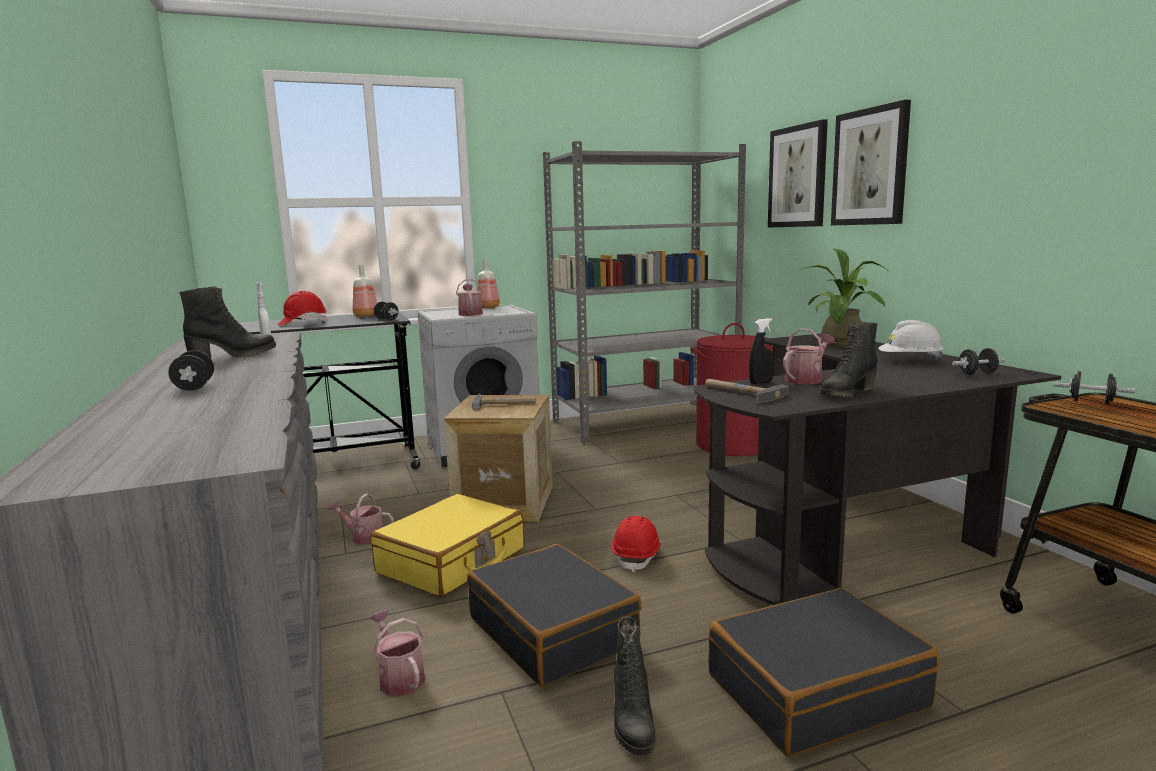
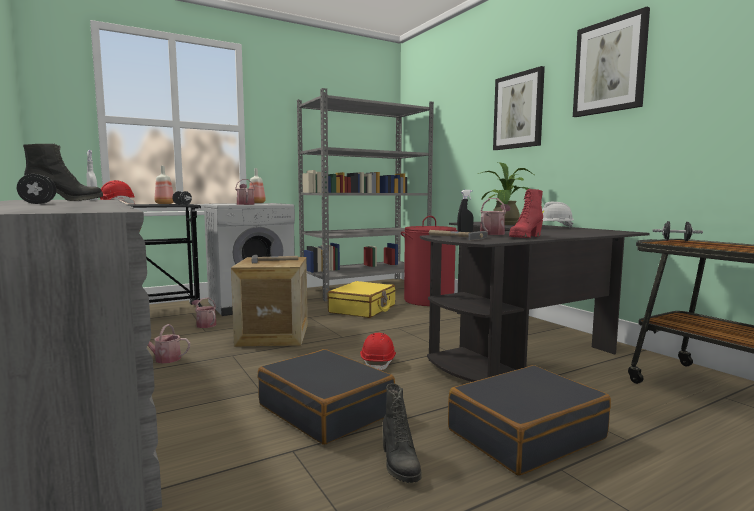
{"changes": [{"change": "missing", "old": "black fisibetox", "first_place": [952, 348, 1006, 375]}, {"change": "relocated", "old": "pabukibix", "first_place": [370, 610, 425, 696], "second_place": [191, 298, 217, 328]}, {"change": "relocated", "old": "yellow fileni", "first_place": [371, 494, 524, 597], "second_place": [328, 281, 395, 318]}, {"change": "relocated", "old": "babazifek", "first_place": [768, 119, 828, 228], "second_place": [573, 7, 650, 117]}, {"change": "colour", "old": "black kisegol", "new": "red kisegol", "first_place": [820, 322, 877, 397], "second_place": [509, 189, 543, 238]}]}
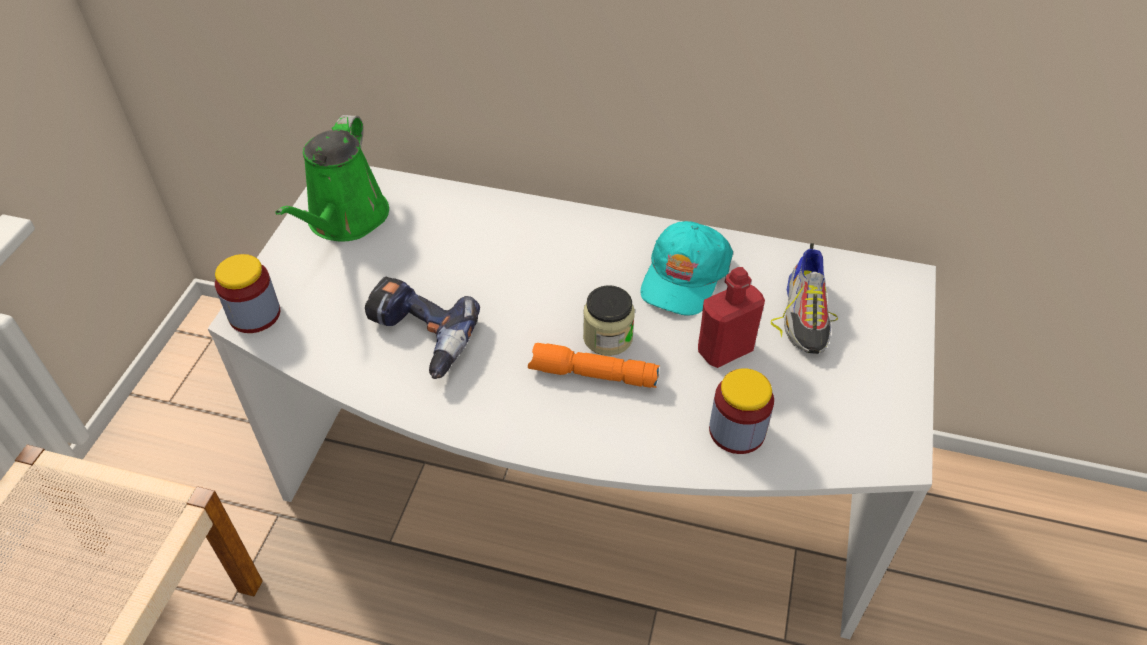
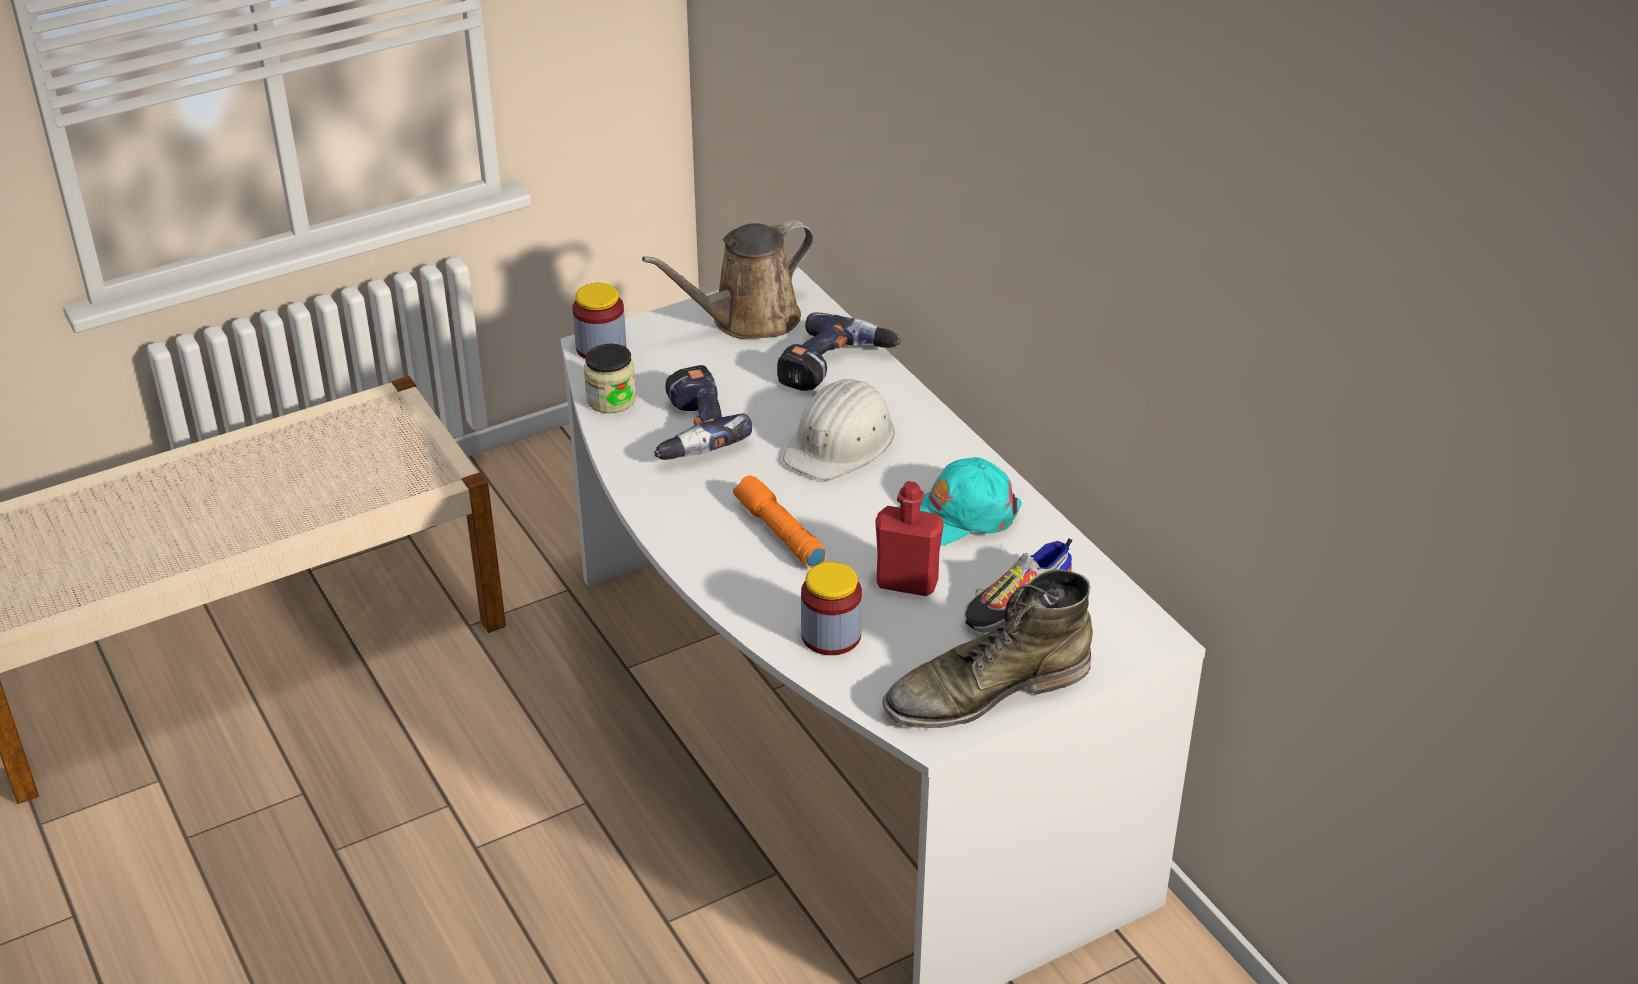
{"changes": [{"change": "appeared", "new": "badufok", "second_place": [777, 313, 900, 391]}, {"change": "appeared", "new": "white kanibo", "second_place": [783, 379, 895, 481]}, {"change": "appeared", "new": "green kisegol", "second_place": [882, 569, 1093, 728]}, {"change": "relocated", "old": "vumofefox", "first_place": [583, 285, 635, 356], "second_place": [584, 344, 636, 413]}, {"change": "colour", "old": "green pabukibix", "new": "brown pabukibix", "first_place": [276, 115, 389, 242], "second_place": [642, 220, 814, 339]}]}
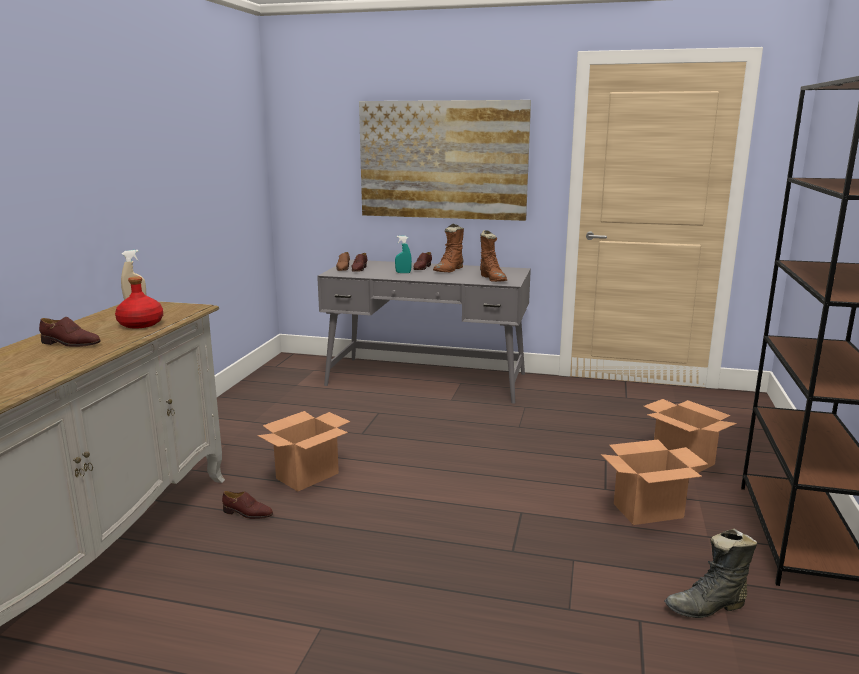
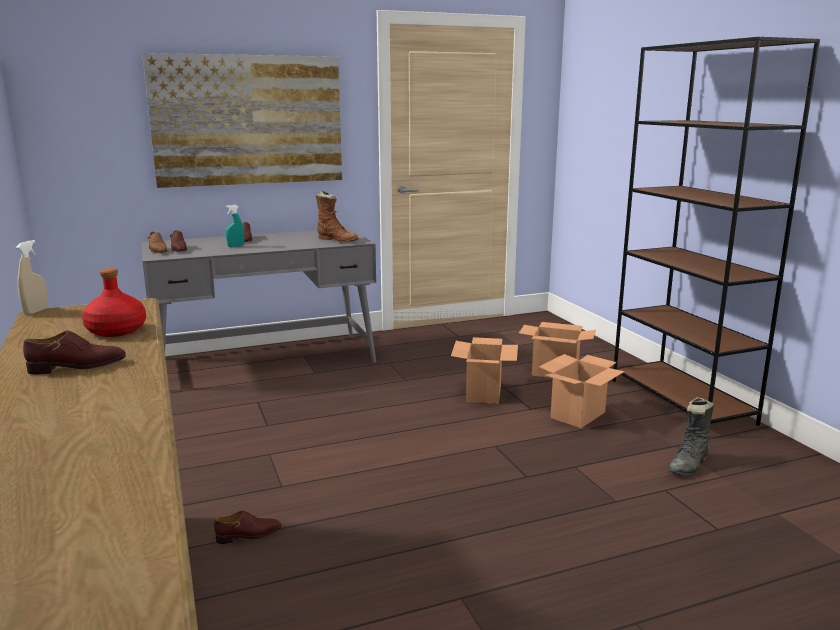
{"changes": [{"change": "missing", "old": "brown kisegol", "first_place": [433, 223, 464, 272]}, {"change": "relocated", "old": "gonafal", "first_place": [257, 411, 350, 491], "second_place": [451, 337, 518, 404]}]}
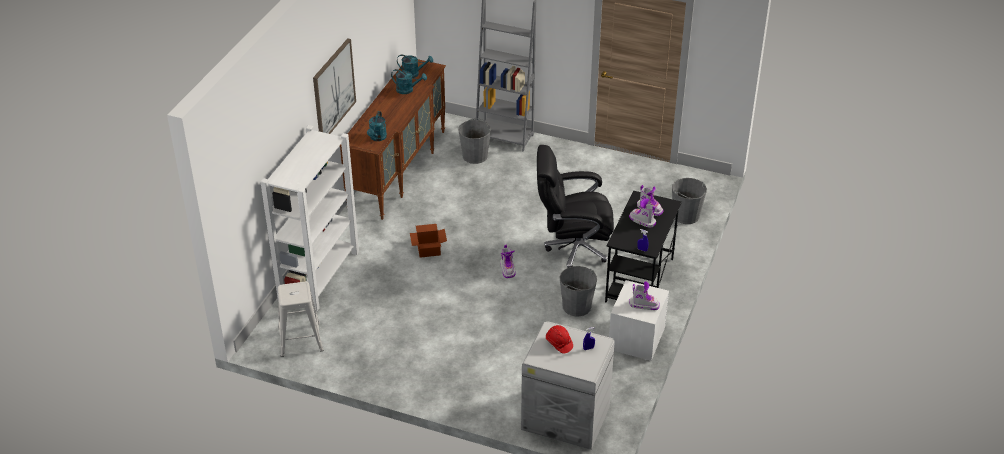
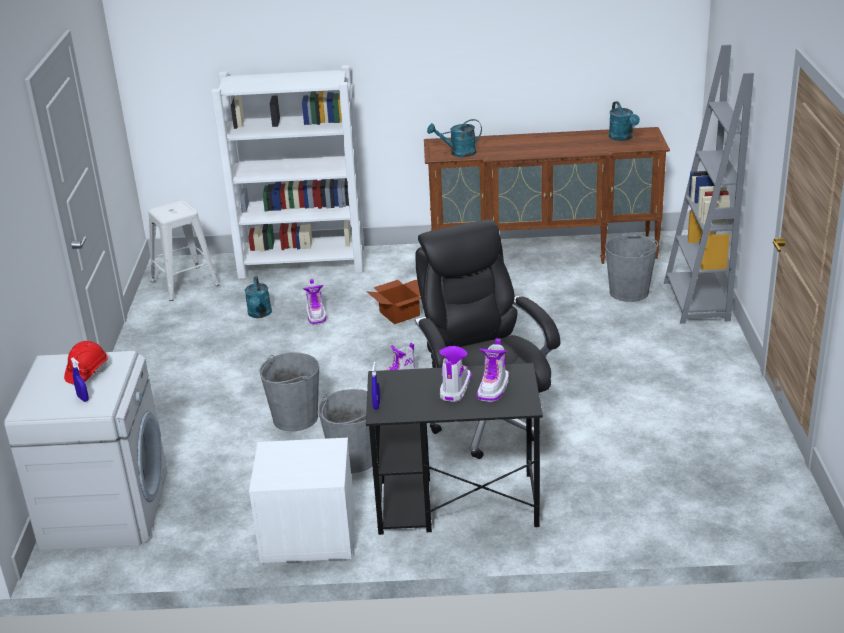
{"changes": [{"change": "missing", "old": "babazifek", "first_place": [313, 38, 356, 134]}, {"change": "relocated", "old": "turquoise pabukibix", "first_place": [391, 69, 427, 94], "second_place": [245, 276, 272, 318]}, {"change": "relocated", "old": "kisegol", "first_place": [629, 281, 660, 310], "second_place": [303, 279, 327, 325]}, {"change": "relocated", "old": "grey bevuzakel", "first_place": [672, 178, 707, 224], "second_place": [260, 352, 319, 432]}]}
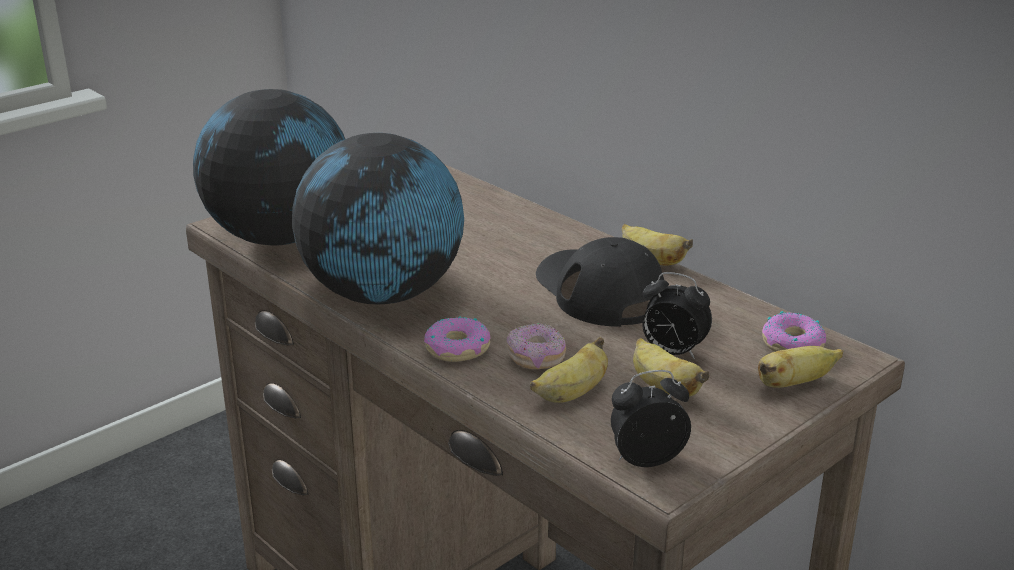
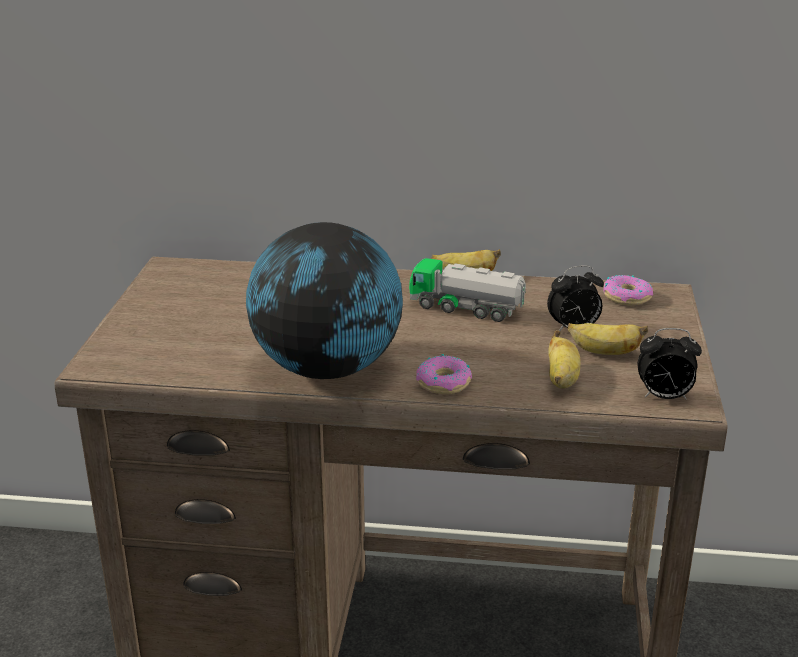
{"changes": [{"change": "missing", "old": "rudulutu", "first_place": [193, 89, 345, 246]}, {"change": "missing", "old": "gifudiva", "first_place": [507, 323, 566, 369]}, {"change": "missing", "old": "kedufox", "first_place": [758, 346, 843, 388]}, {"change": "exchanged", "old": "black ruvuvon", "new": "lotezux", "first_place": [536, 237, 664, 327], "second_place": [409, 258, 526, 322]}, {"change": "spun", "old": "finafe", "first_place": [611, 370, 691, 467], "second_place": [638, 328, 702, 399], "degrees": -120}]}
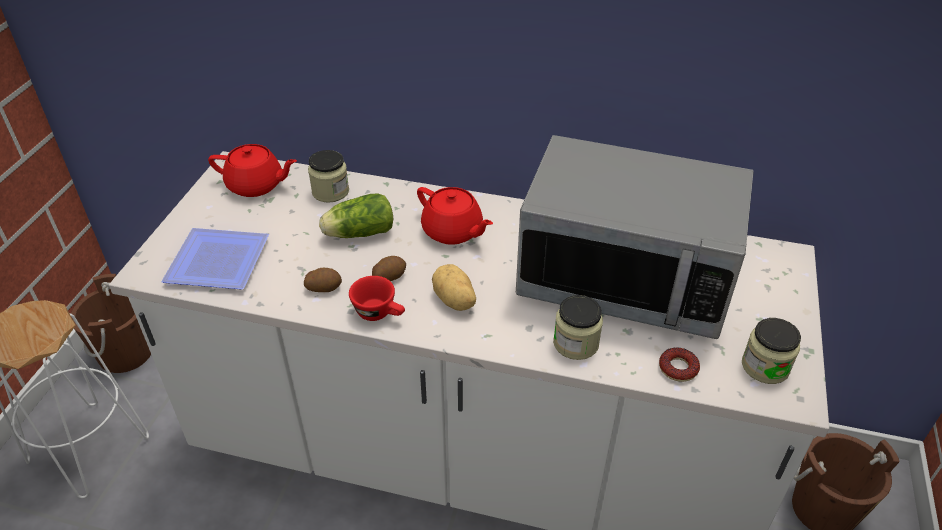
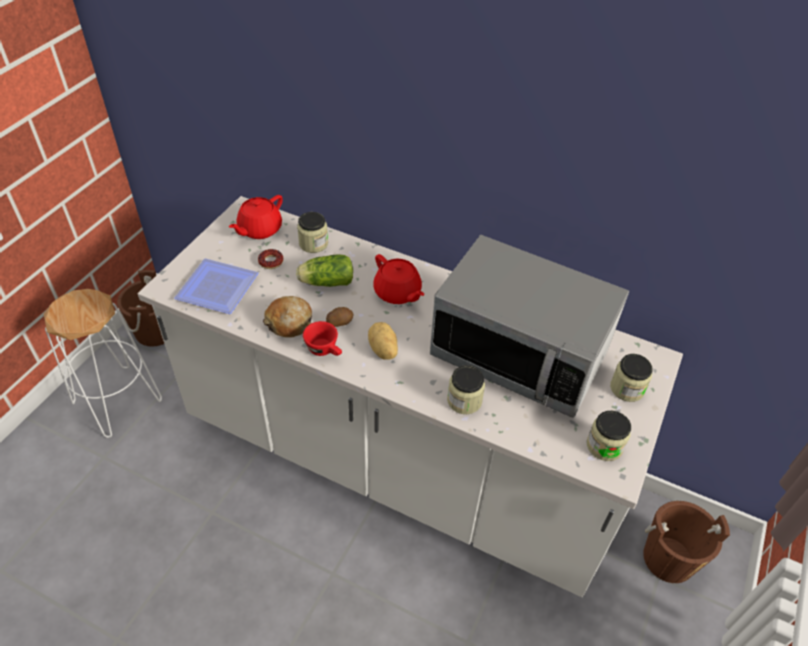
{"changes": [{"change": "appeared", "new": "vumofefox", "second_place": [610, 354, 653, 402]}, {"change": "relocated", "old": "gifudiva", "first_place": [659, 348, 700, 382], "second_place": [258, 249, 283, 269]}, {"change": "exchanged", "old": "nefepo", "new": "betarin", "first_place": [304, 268, 342, 292], "second_place": [263, 296, 312, 338]}, {"change": "spun", "old": "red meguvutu", "first_place": [208, 144, 297, 197], "second_place": [229, 195, 283, 239], "degrees": 105}]}
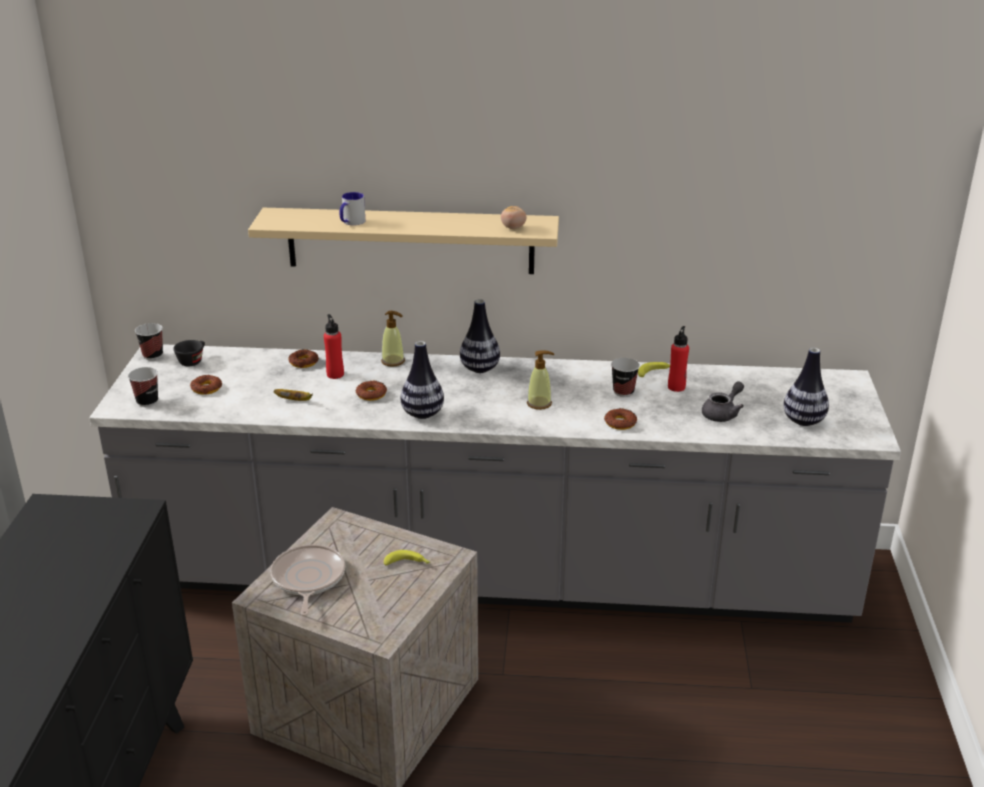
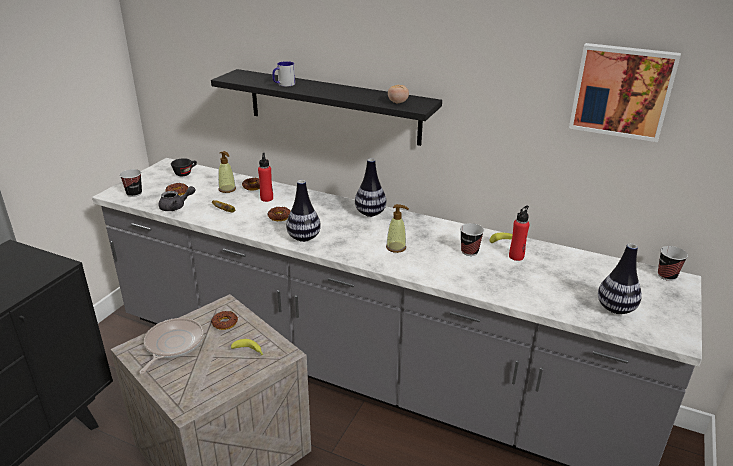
{"changes": [{"change": "appeared", "new": "babazifek", "second_place": [569, 43, 681, 142]}, {"change": "relocated", "old": "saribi", "first_place": [135, 323, 163, 360], "second_place": [658, 246, 688, 281]}, {"change": "relocated", "old": "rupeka", "first_place": [381, 311, 405, 366], "second_place": [218, 151, 236, 193]}, {"change": "relocated", "old": "gifudiva", "first_place": [604, 408, 637, 430], "second_place": [211, 311, 238, 330]}, {"change": "relocated", "old": "grey meguvutu", "first_place": [702, 381, 744, 422], "second_place": [159, 186, 195, 211]}, {"change": "colour", "old": "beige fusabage", "new": "black fusabage", "first_place": [248, 208, 559, 274], "second_place": [211, 69, 442, 146]}]}
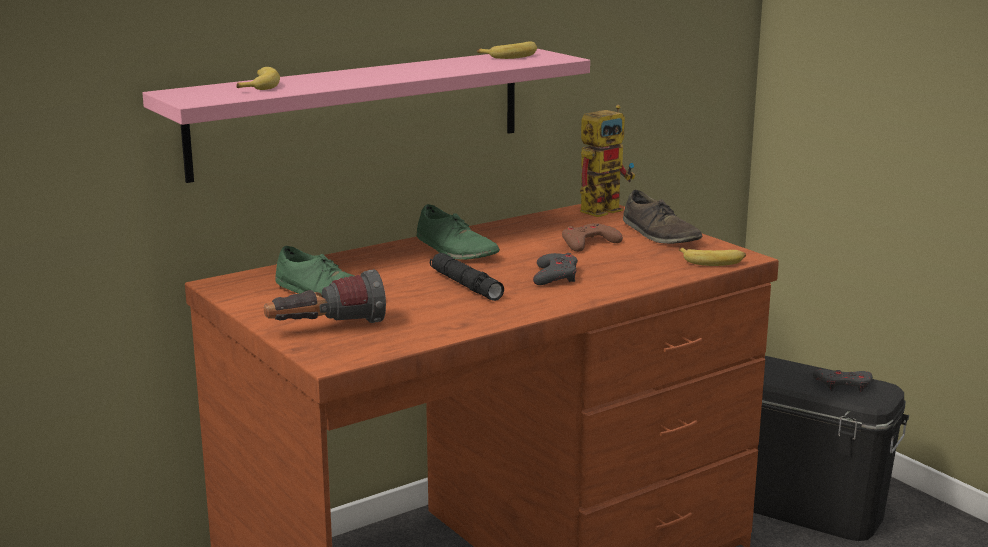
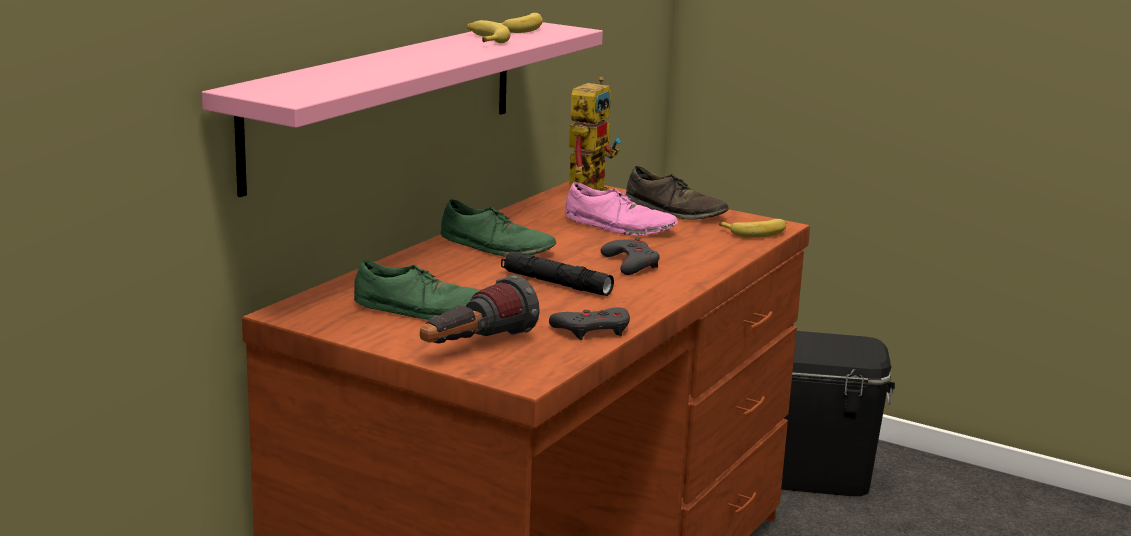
{"changes": [{"change": "relocated", "old": "kedufox", "first_place": [236, 67, 280, 90], "second_place": [467, 20, 511, 43]}, {"change": "relocated", "old": "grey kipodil", "first_place": [813, 369, 873, 392], "second_place": [549, 308, 630, 340]}, {"change": "exchanged", "old": "brown kipodil", "new": "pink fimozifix", "first_place": [562, 223, 623, 252], "second_place": [565, 182, 678, 236]}]}
